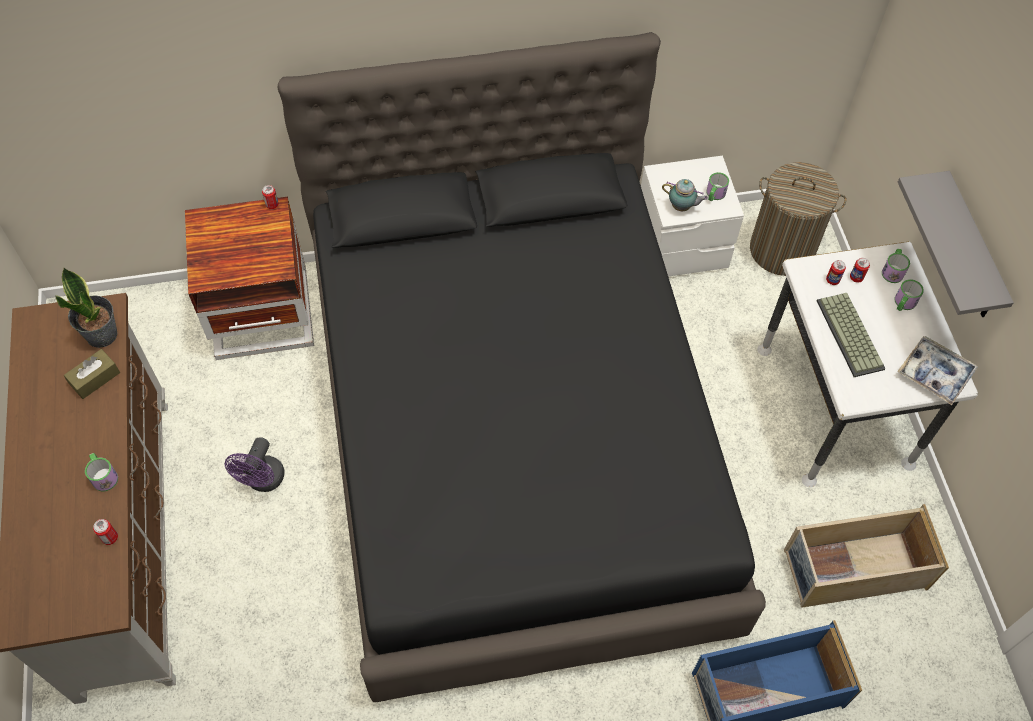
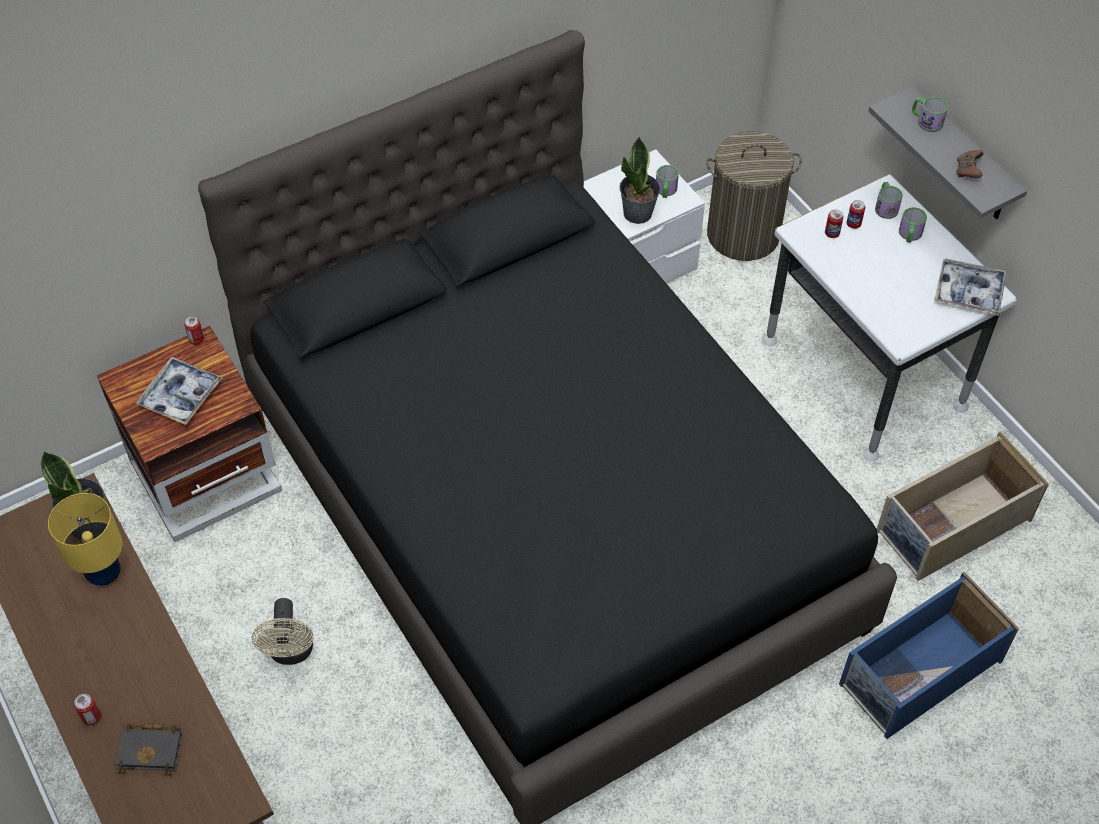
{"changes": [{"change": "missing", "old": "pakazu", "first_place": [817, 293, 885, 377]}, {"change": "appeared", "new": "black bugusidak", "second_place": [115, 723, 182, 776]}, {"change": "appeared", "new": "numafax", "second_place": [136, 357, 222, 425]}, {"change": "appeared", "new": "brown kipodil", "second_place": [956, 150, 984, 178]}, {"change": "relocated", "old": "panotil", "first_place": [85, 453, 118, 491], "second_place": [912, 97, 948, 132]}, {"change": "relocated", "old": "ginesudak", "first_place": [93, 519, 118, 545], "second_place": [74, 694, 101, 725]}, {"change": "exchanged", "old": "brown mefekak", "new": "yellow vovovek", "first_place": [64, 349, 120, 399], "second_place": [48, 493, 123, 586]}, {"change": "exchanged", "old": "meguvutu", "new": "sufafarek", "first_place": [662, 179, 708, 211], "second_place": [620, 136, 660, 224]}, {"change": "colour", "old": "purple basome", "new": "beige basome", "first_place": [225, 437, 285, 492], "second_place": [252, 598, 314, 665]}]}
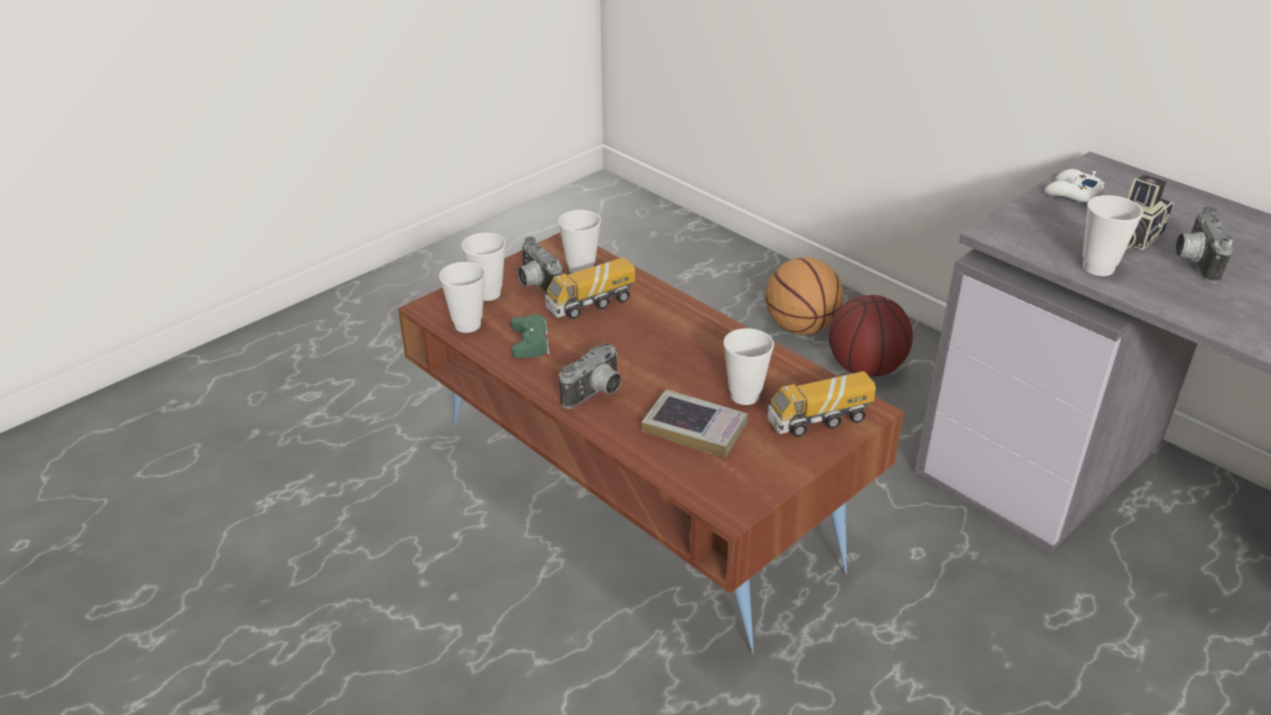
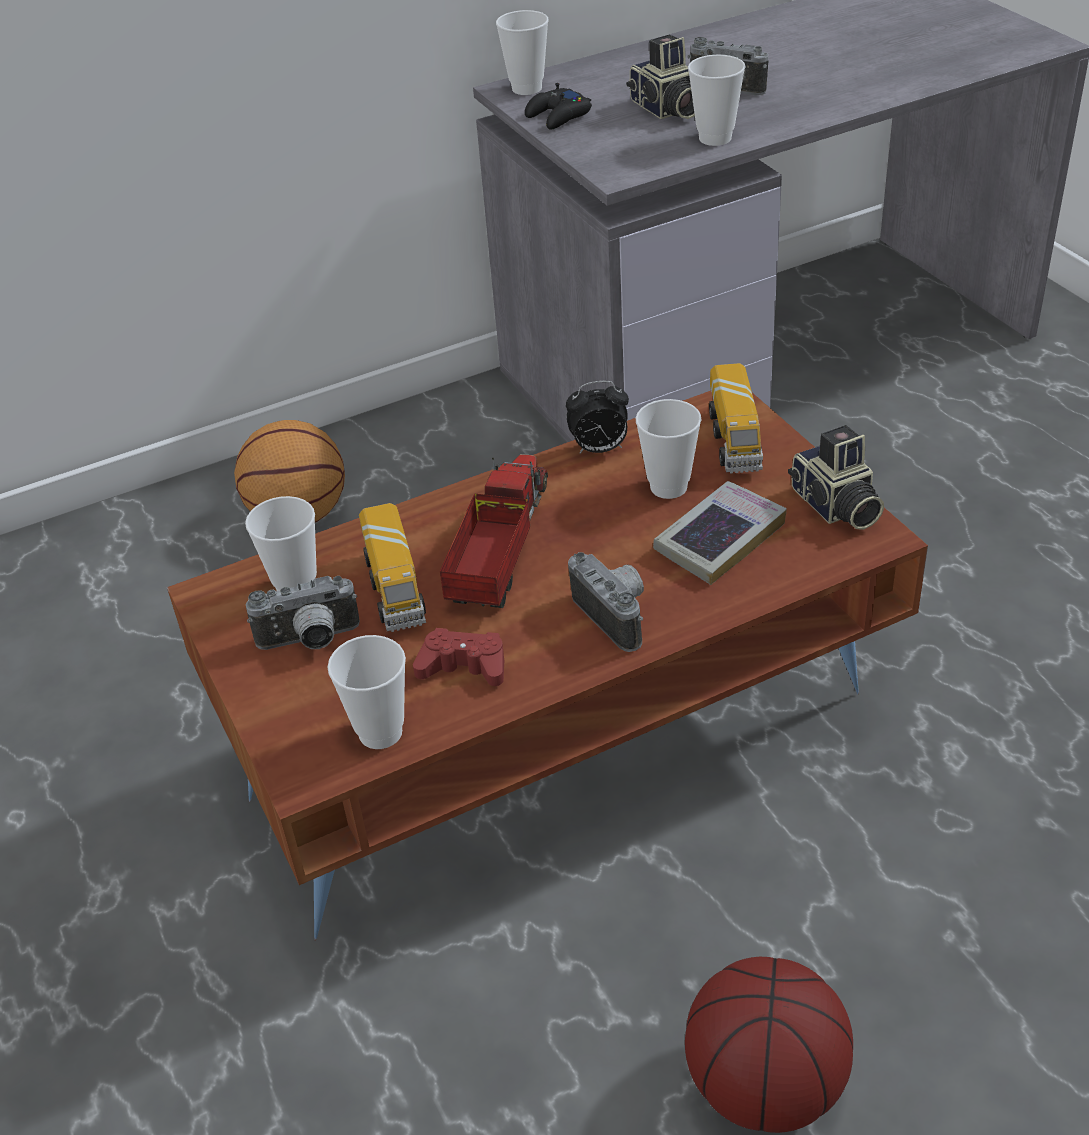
{"changes": [{"change": "appeared", "new": "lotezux", "second_place": [440, 454, 548, 608]}, {"change": "appeared", "new": "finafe", "second_place": [566, 381, 629, 454]}, {"change": "appeared", "new": "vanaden", "second_place": [788, 425, 884, 530]}, {"change": "relocated", "old": "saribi", "first_place": [461, 233, 506, 301], "second_place": [496, 10, 548, 95]}, {"change": "relocated", "old": "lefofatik", "first_place": [829, 295, 913, 377], "second_place": [685, 957, 853, 1133]}, {"change": "colour", "old": "green kipodil", "new": "red kipodil", "first_place": [511, 315, 550, 358], "second_place": [413, 628, 505, 686]}, {"change": "colour", "old": "white kipodil", "new": "black kipodil", "first_place": [1044, 169, 1105, 202], "second_place": [525, 83, 592, 129]}]}
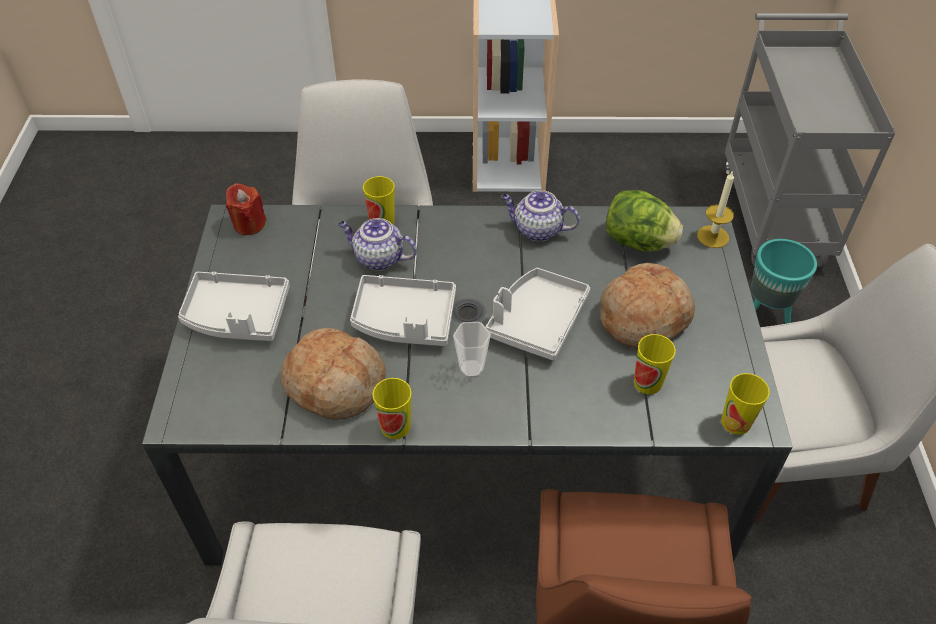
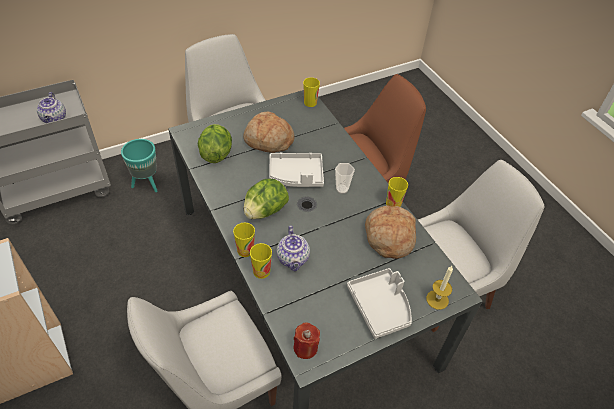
{"changes": [{"change": "missing", "old": "grey numafax", "first_place": [350, 275, 456, 346]}, {"change": "appeared", "new": "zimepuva", "second_place": [244, 179, 289, 219]}, {"change": "relocated", "old": "meguvutu", "first_place": [501, 190, 580, 241], "second_place": [37, 92, 66, 123]}, {"change": "relocated", "old": "saribi", "first_place": [634, 334, 676, 394], "second_place": [233, 222, 255, 257]}, {"change": "relocated", "old": "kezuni", "first_place": [697, 170, 734, 248], "second_place": [426, 266, 453, 310]}]}
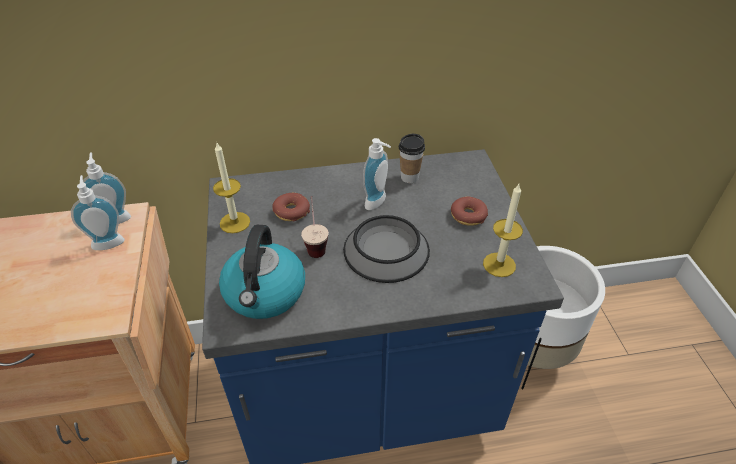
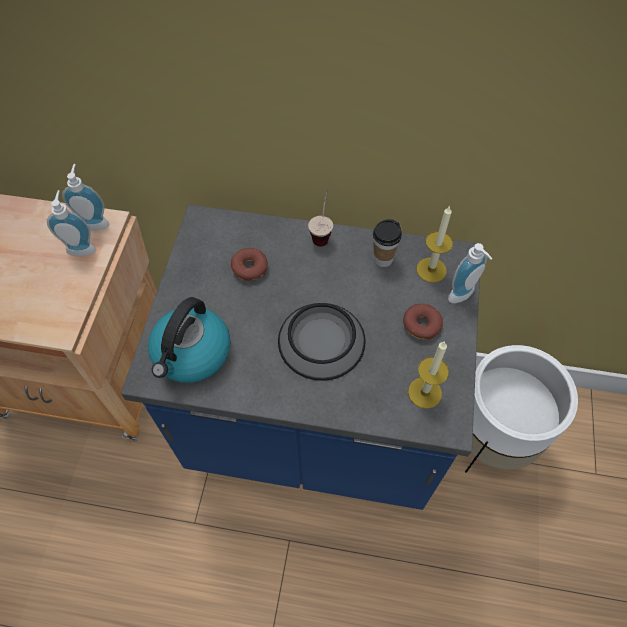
{"changes": [{"change": "relocated", "old": "kezuni", "first_place": [213, 141, 250, 233], "second_place": [417, 205, 453, 283]}, {"change": "relocated", "old": "saribi", "first_place": [301, 196, 329, 258], "second_place": [308, 189, 333, 247]}, {"change": "relocated", "old": "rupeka", "first_place": [363, 138, 391, 210], "second_place": [448, 243, 492, 303]}]}
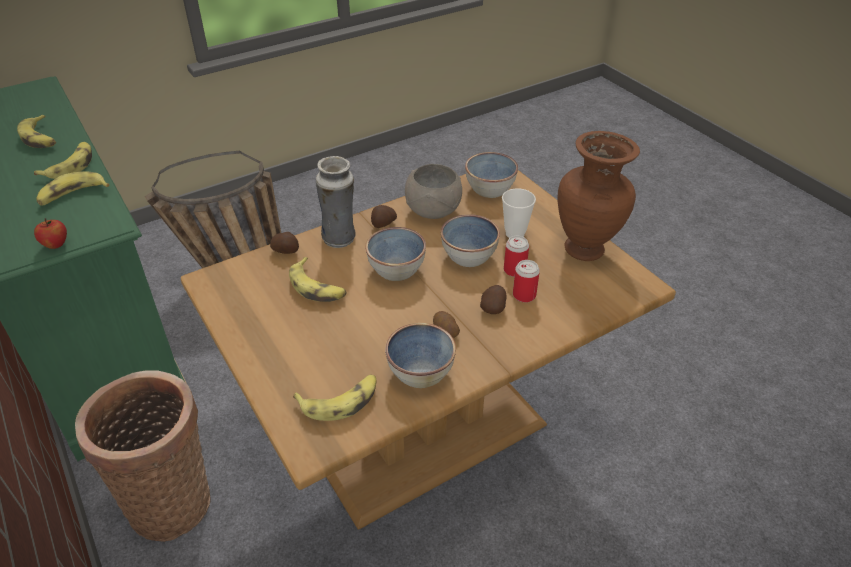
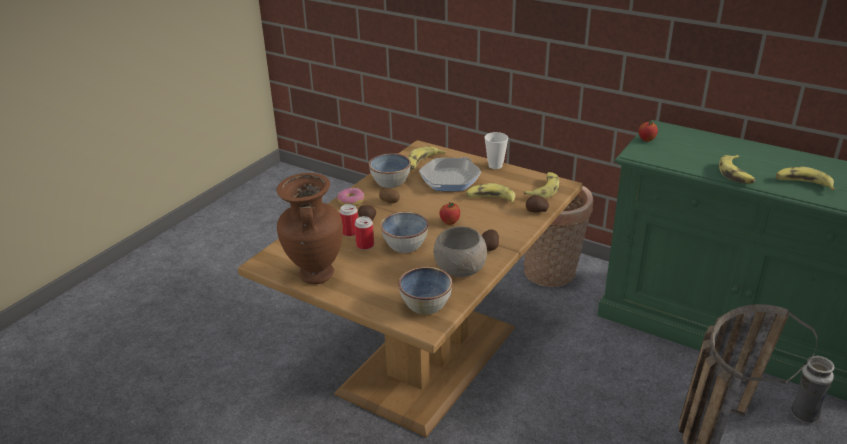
{"changes": [{"change": "appeared", "new": "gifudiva", "second_place": [337, 188, 364, 206]}, {"change": "appeared", "new": "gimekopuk", "second_place": [419, 157, 481, 191]}, {"change": "relocated", "old": "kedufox", "first_place": [36, 171, 110, 206], "second_place": [523, 172, 559, 198]}, {"change": "relocated", "old": "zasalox", "first_place": [316, 156, 356, 248], "second_place": [791, 356, 834, 423]}, {"change": "relocated", "old": "saribi", "first_place": [502, 188, 536, 238], "second_place": [484, 132, 508, 169]}, {"change": "exchanged", "old": "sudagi", "new": "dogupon", "first_place": [365, 227, 426, 281], "second_place": [439, 202, 460, 225]}]}
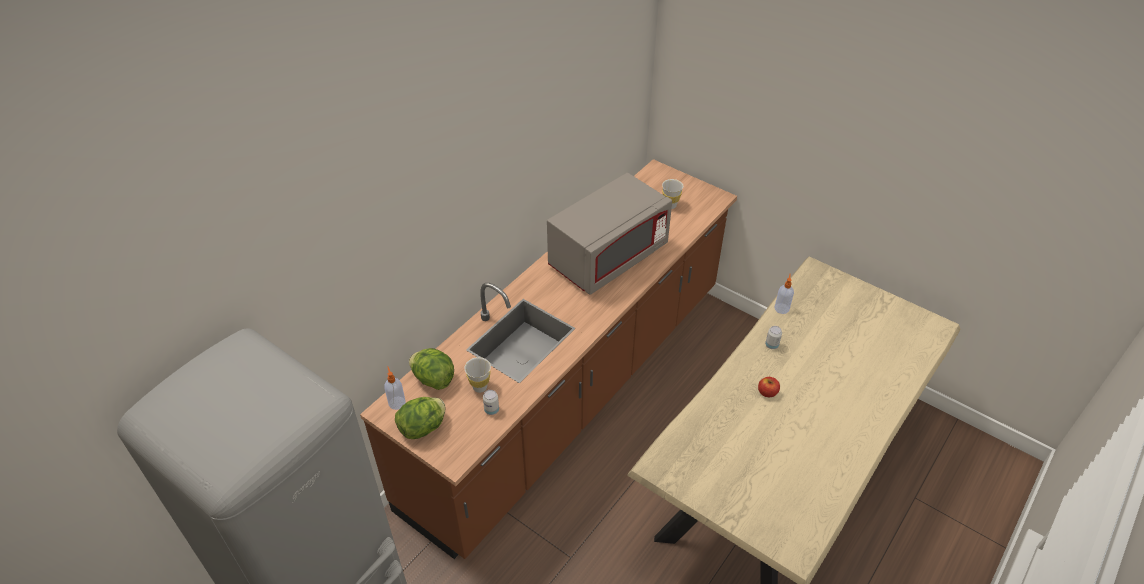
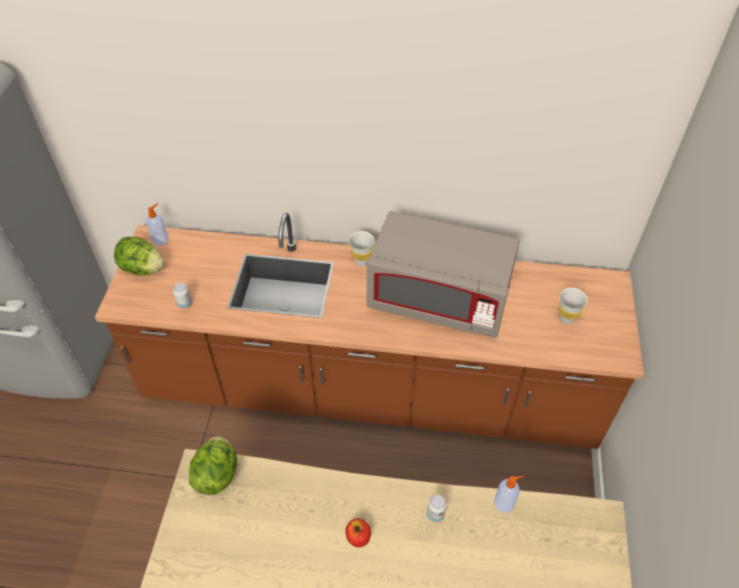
{"changes": [{"change": "relocated", "old": "zimepuva", "first_place": [409, 348, 454, 390], "second_place": [189, 436, 237, 495]}, {"change": "relocated", "old": "white saribi", "first_place": [464, 357, 491, 393], "second_place": [349, 231, 375, 266]}]}
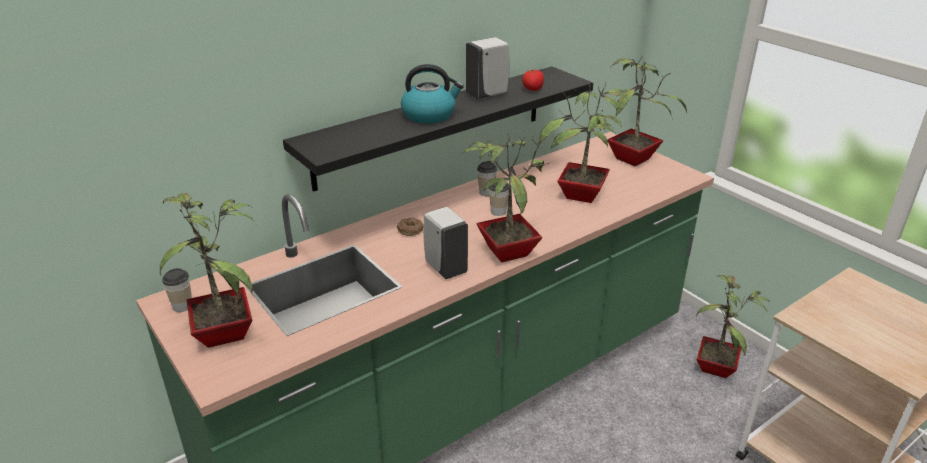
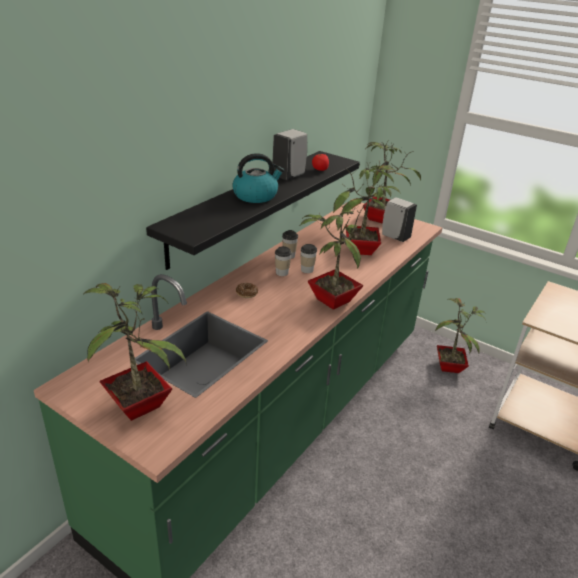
{"changes": [{"change": "relocated", "old": "saribi", "first_place": [162, 268, 192, 312], "second_place": [275, 246, 292, 276]}, {"change": "relocated", "old": "white rupeka", "first_place": [423, 207, 468, 279], "second_place": [382, 197, 417, 242]}]}
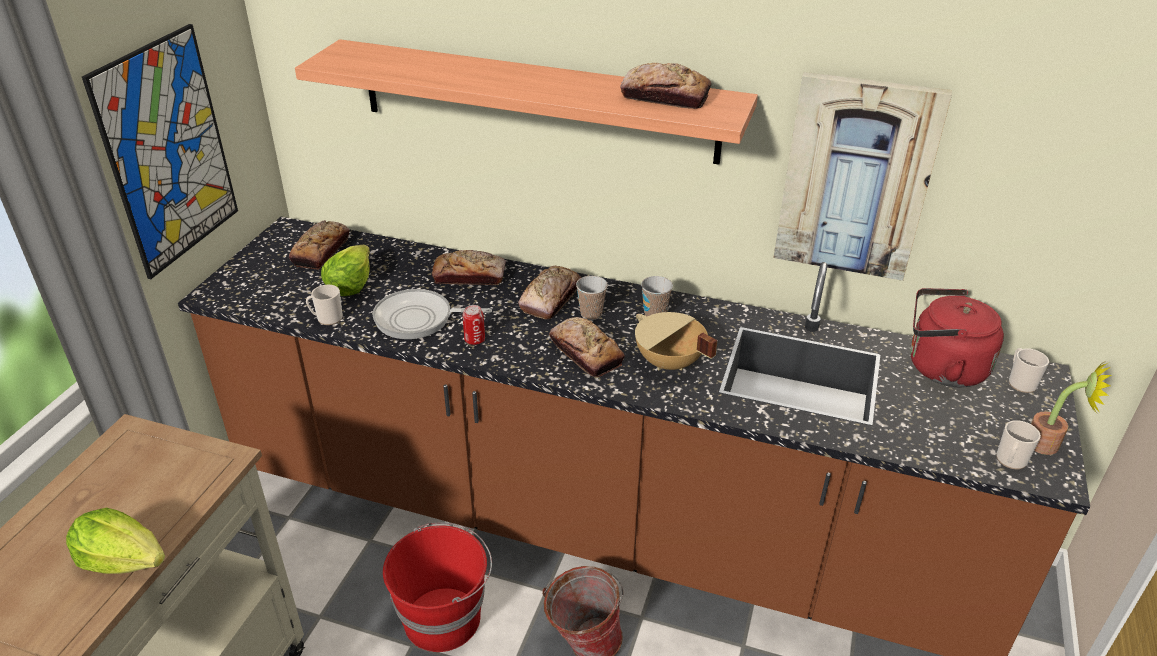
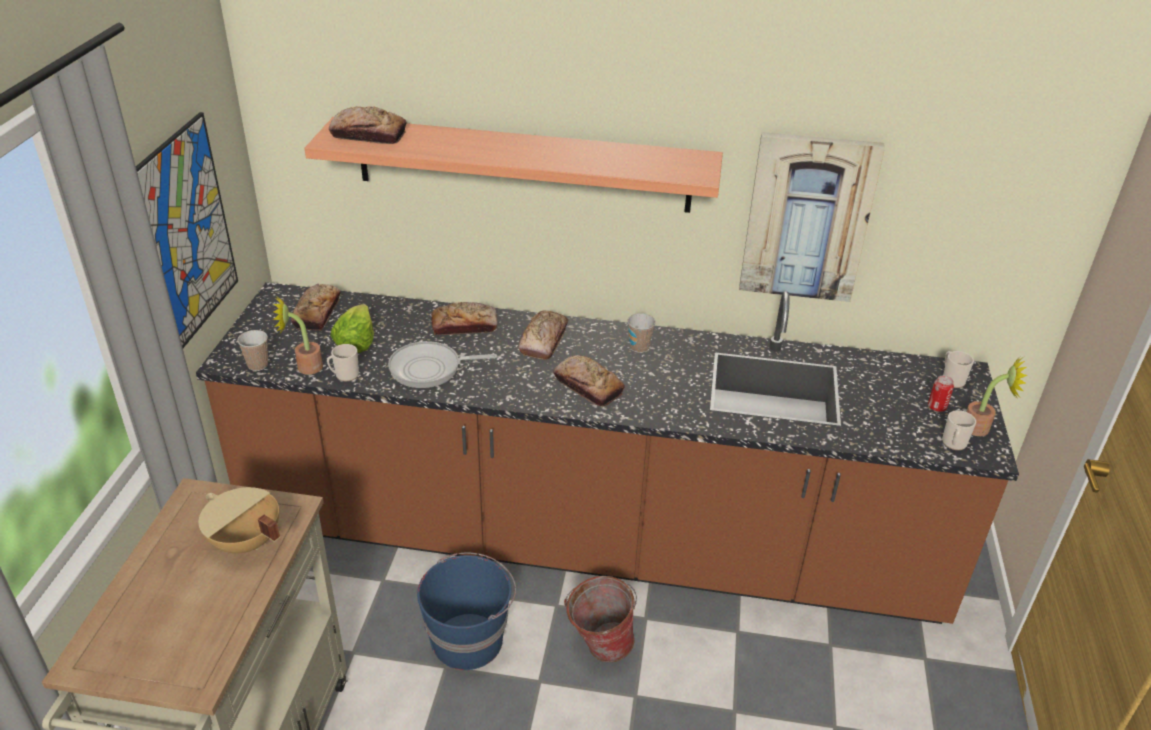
{"changes": [{"change": "missing", "old": "zimepuva", "first_place": [66, 508, 165, 574]}, {"change": "missing", "old": "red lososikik", "first_place": [910, 288, 1004, 388]}, {"change": "appeared", "new": "sufafarek", "second_place": [273, 295, 323, 374]}, {"change": "relocated", "old": "ginesudak", "first_place": [463, 305, 485, 345], "second_place": [928, 376, 954, 412]}, {"change": "relocated", "old": "saribi", "first_place": [576, 276, 608, 320], "second_place": [237, 330, 268, 371]}, {"change": "relocated", "old": "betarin", "first_place": [620, 63, 711, 109], "second_place": [329, 106, 407, 144]}, {"change": "relocated", "old": "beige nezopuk", "first_place": [635, 312, 718, 371], "second_place": [199, 487, 280, 553]}, {"change": "colour", "old": "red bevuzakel", "new": "blue bevuzakel", "first_place": [383, 522, 492, 652], "second_place": [417, 553, 516, 670]}]}
